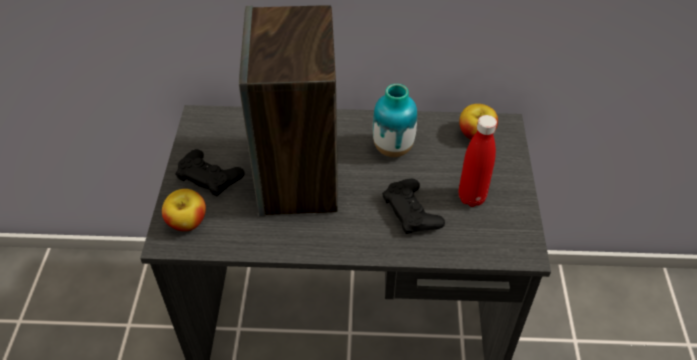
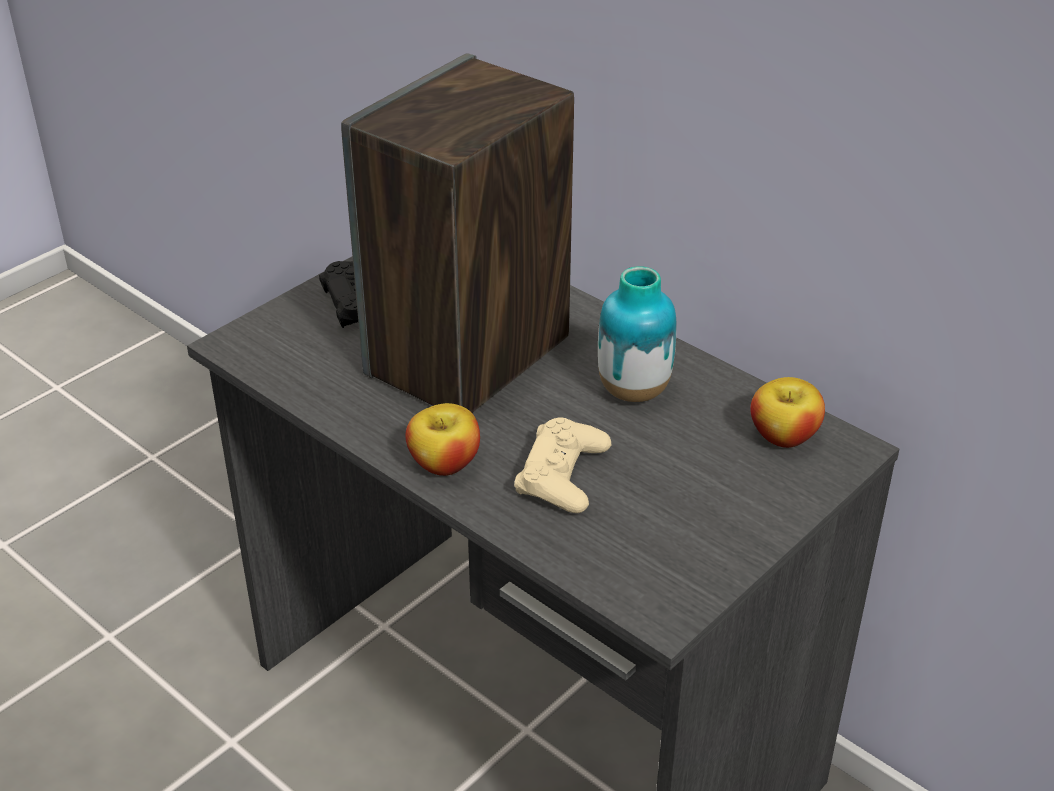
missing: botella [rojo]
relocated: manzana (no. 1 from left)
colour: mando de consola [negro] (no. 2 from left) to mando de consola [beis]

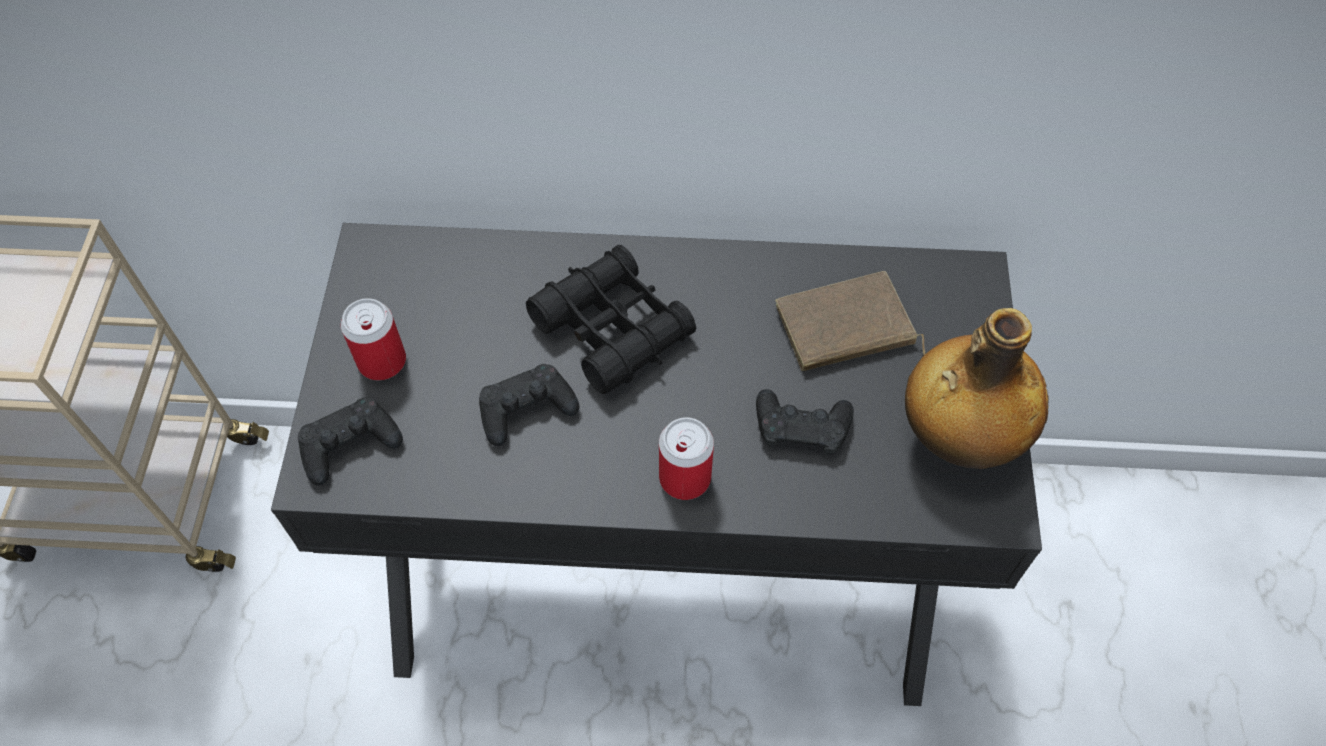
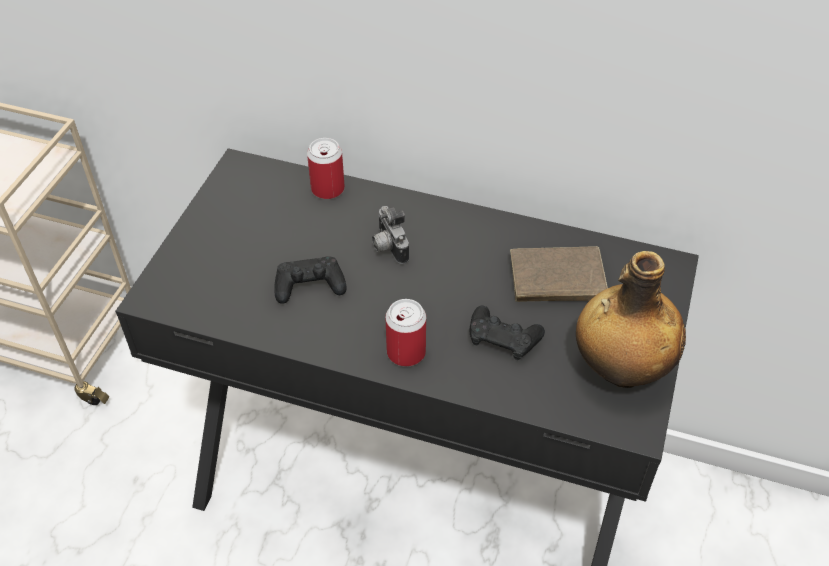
missing: mando de consola [negro] (no. 1 from left)
relocated: lata (no. 1 from left)
exchanged: prismáticos [negro] to cámara

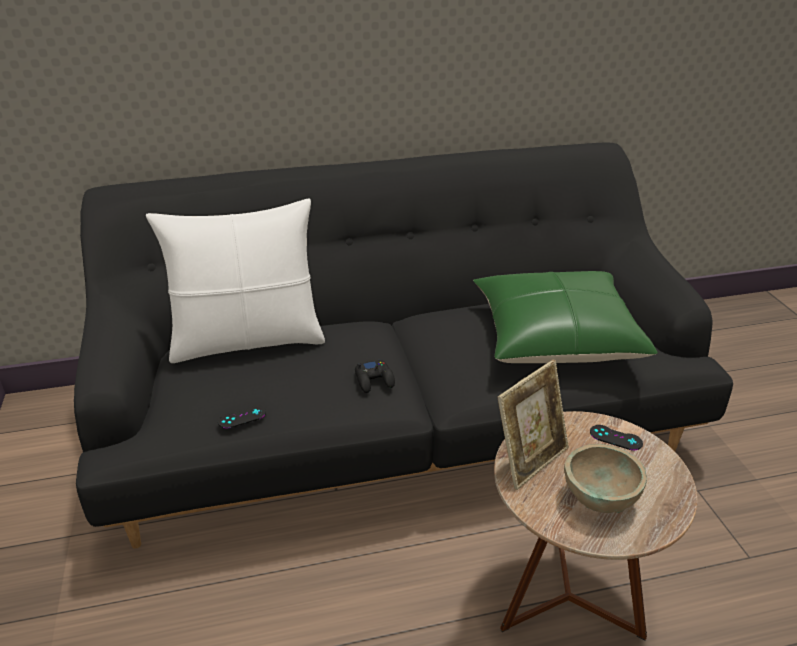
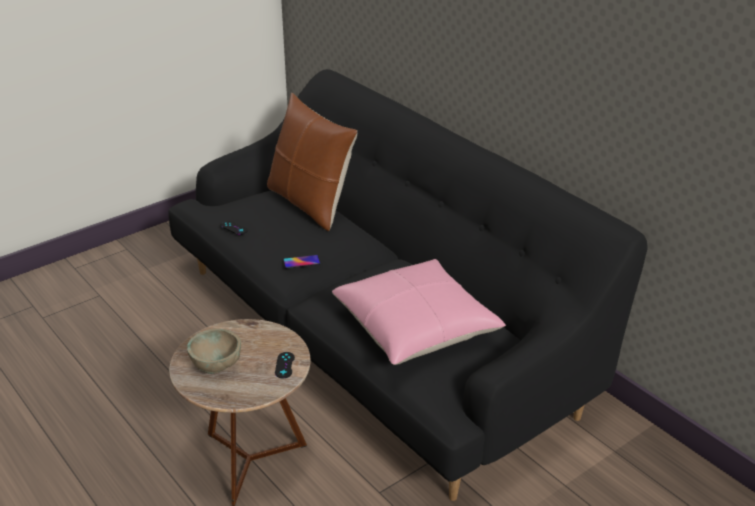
missing: portarretratos
exchanged: mando de consola [negro] (no. 2 from left) to móvil
colour: cojín [blanco] to cojín [marrón]; cojín [verde] to cojín [rosa]

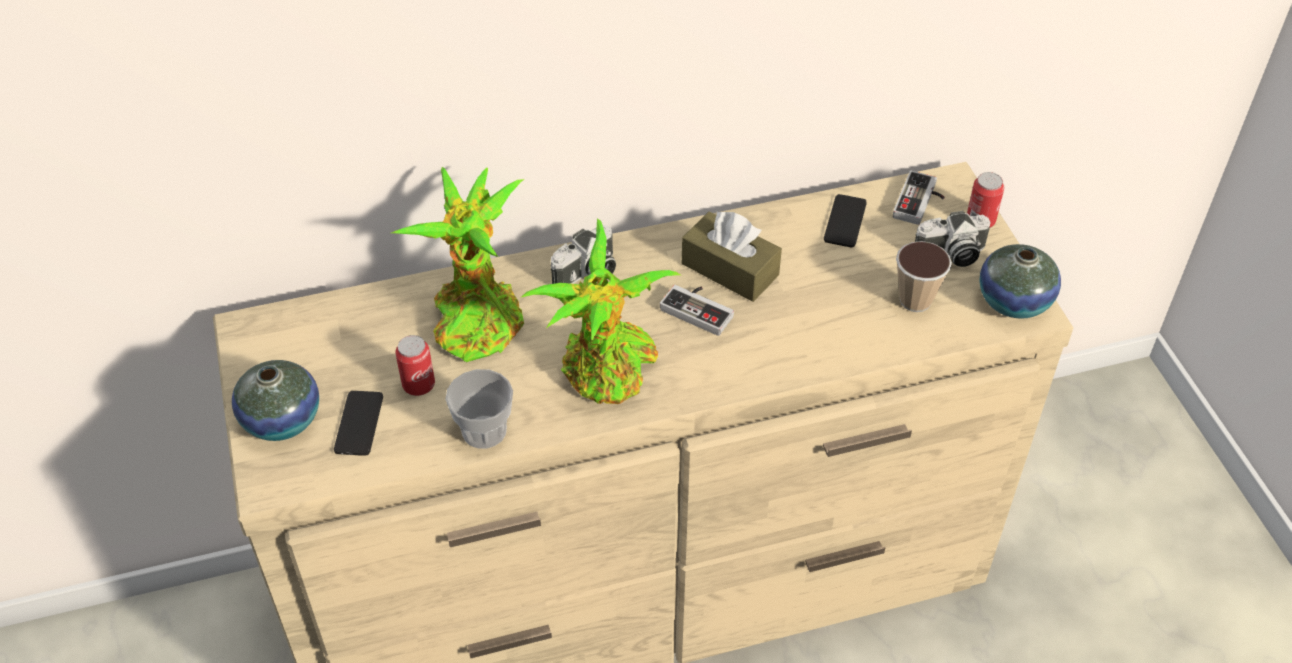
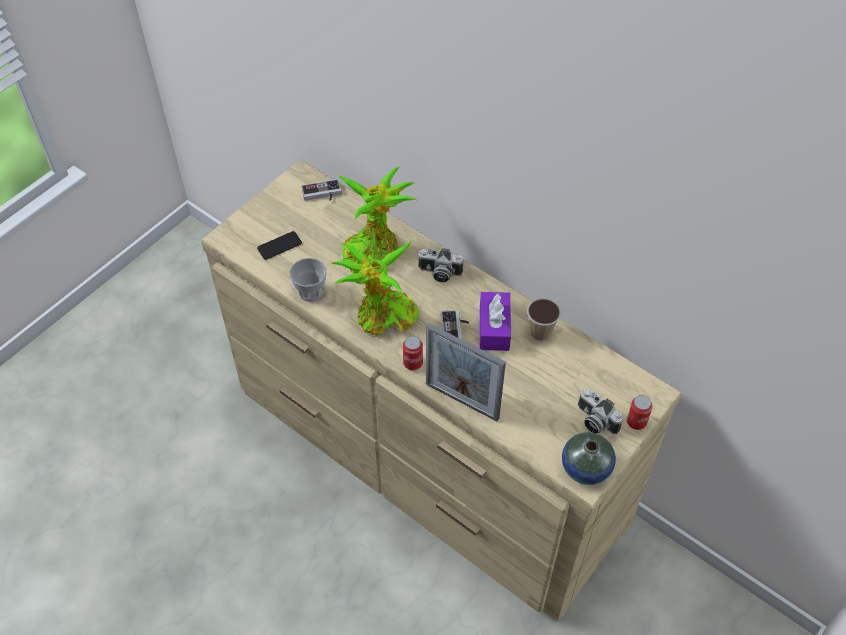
missing: florero (no. 1 from left); móvil (no. 2 from left)
appeared: portarretratos
relocated: lata (no. 1 from left); mando de consola (no. 2 from left in the first image) to mando de consola (no. 1 from left); taza (no. 2 from left)
colour: caja de pañuelos [marrón] to caja de pañuelos [morado]

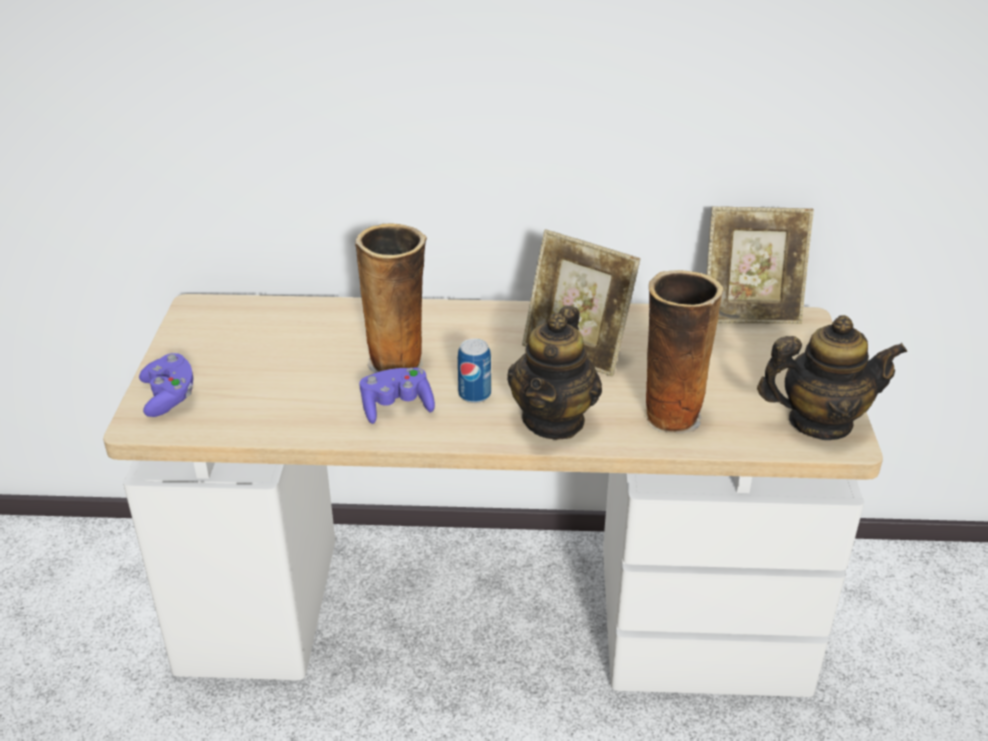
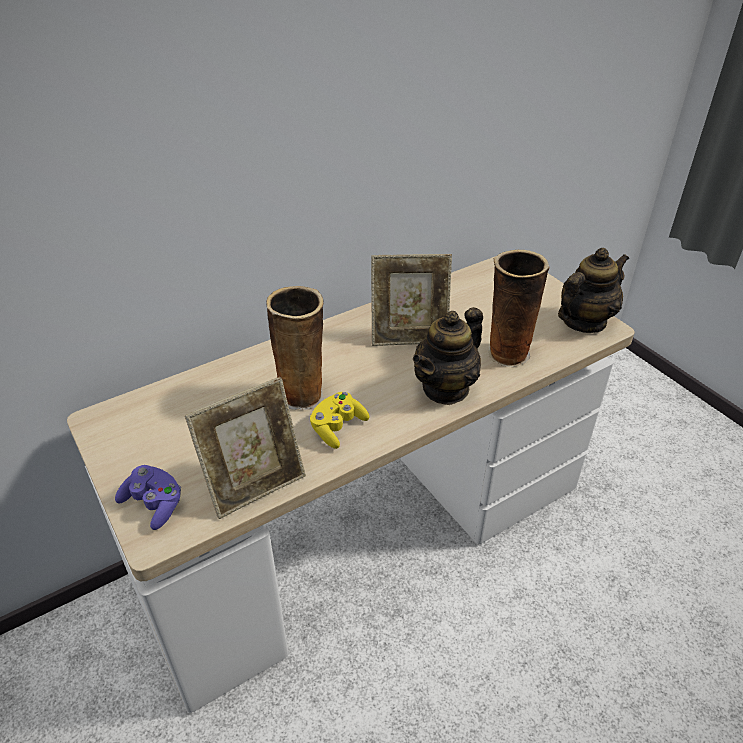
missing: lata
relocated: portarretratos (no. 2 from left in the first image) to portarretratos (no. 1 from left)
colour: mando de consola [morado] (no. 2 from left) to mando de consola [amarillo]
spun: tetera (no. 1 from left) 60 degrees clockwise

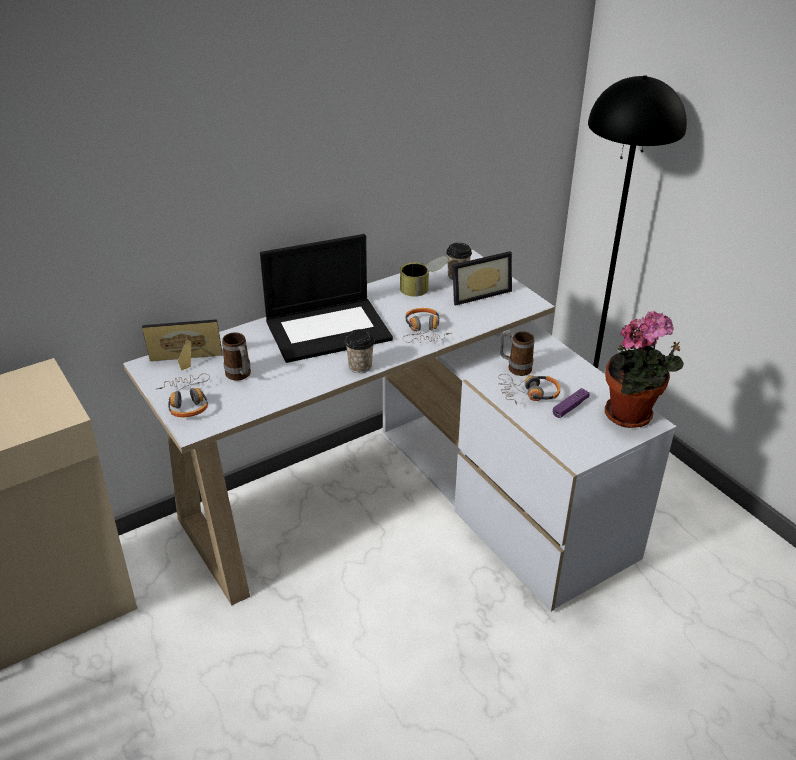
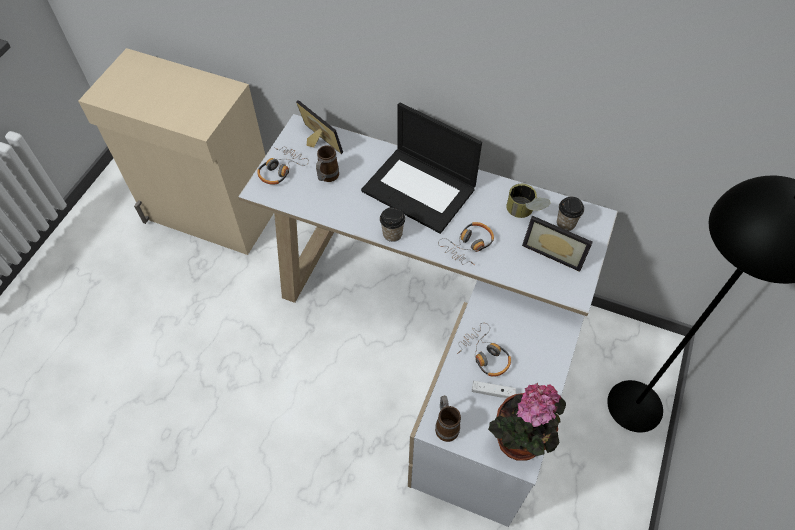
relocated: taza grande (no. 2 from left)
colour: mando de consola [morado] to mando de consola [blanco]

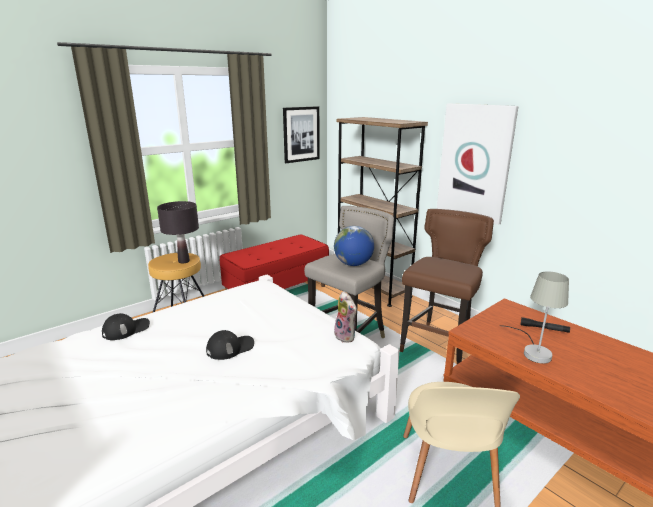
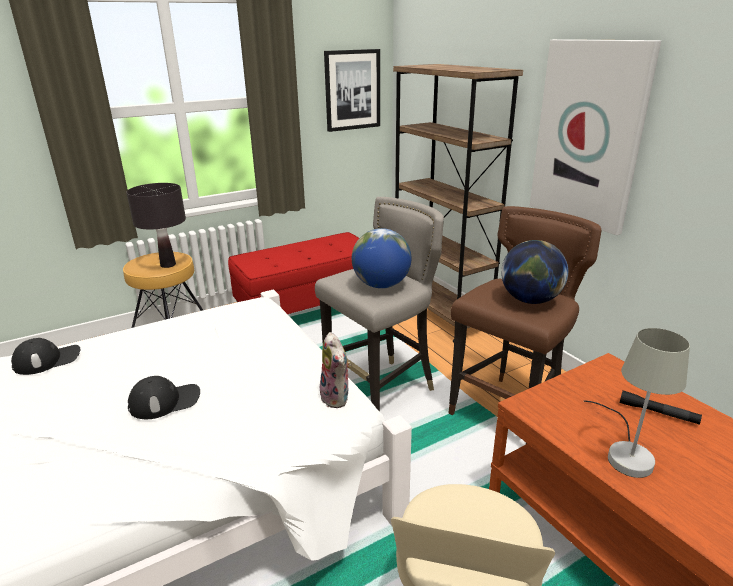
appeared: globo terráqueo (no. 2 from left)

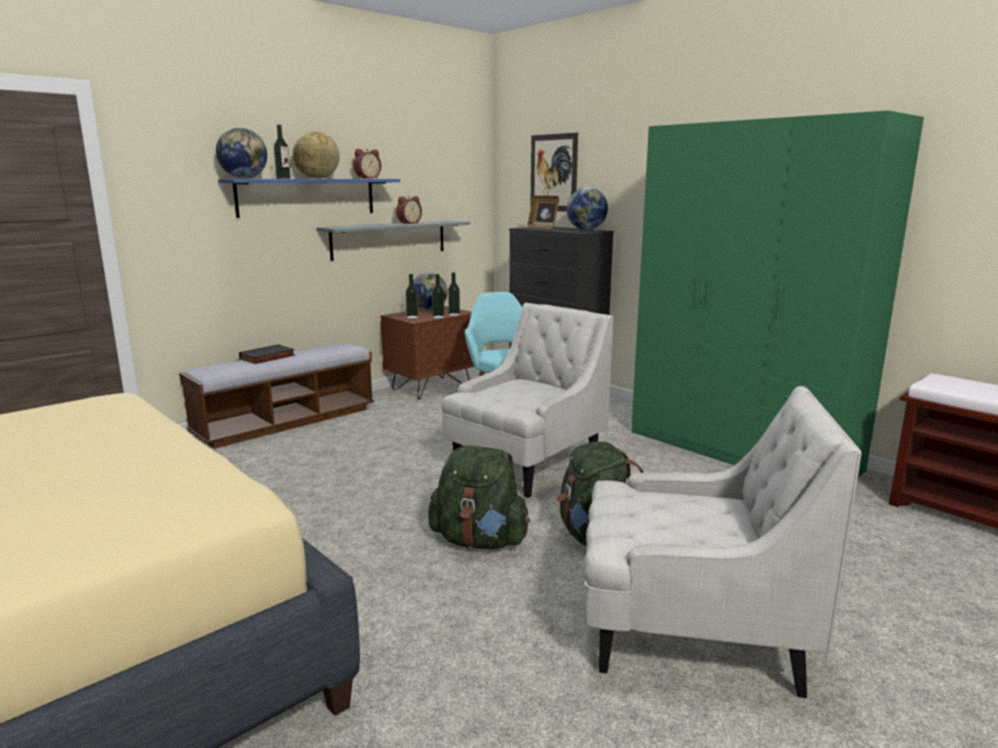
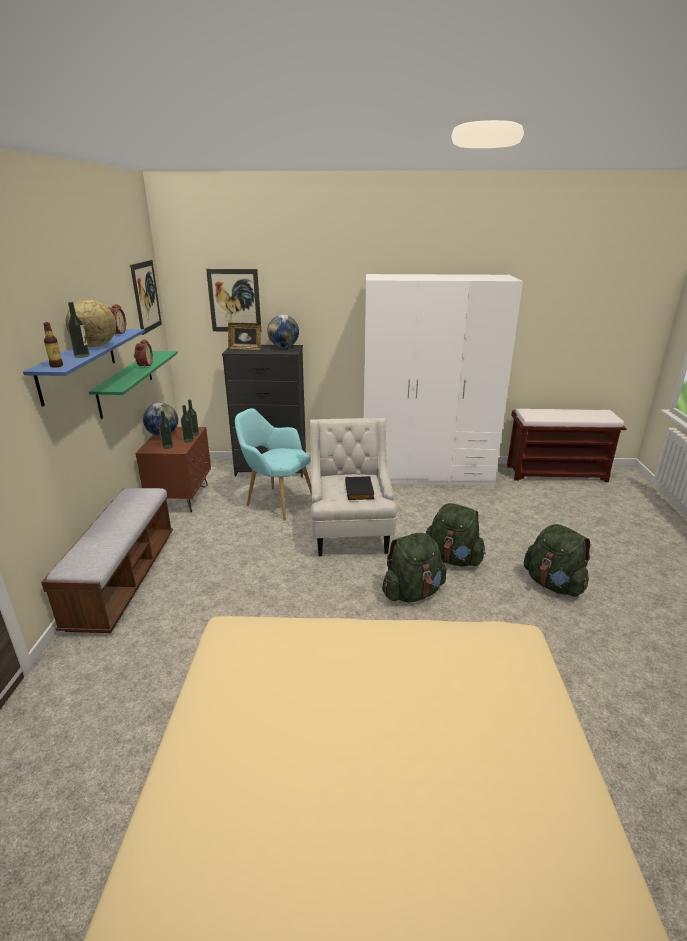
appeared: cuadro (no. 1 from left)
relocated: libro [negro]
exchanged: globo terráqueo (no. 1 from left) to botella (no. 1 from left); sillón [blanco] (no. 2 from left) to mochila [verde] (no. 3 from left)
colour: estante [gris] to estante [verde]; armario ropero [verde] to armario ropero [blanco]

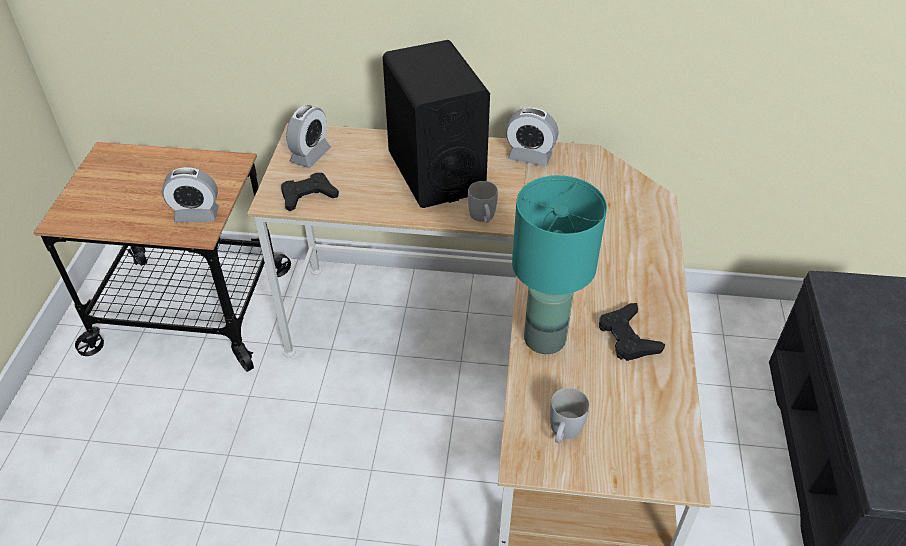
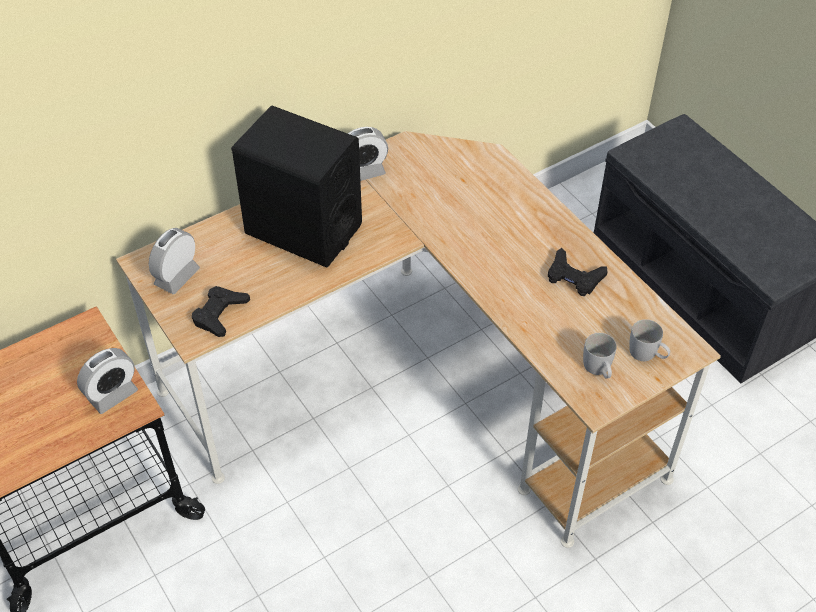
missing: lámpara de mesa [turquesa]
relocated: taza grande [blanco] (no. 1 from left in the first image) to taza grande [blanco] (no. 2 from left)
spun: despertador (no. 2 from left) 135 degrees counterclockwise

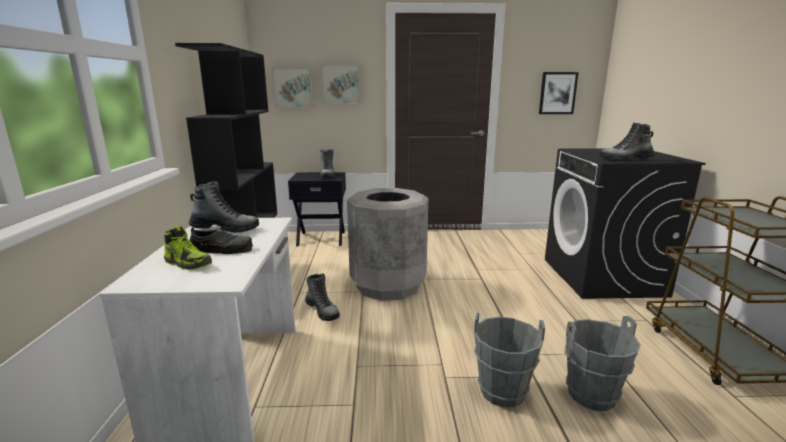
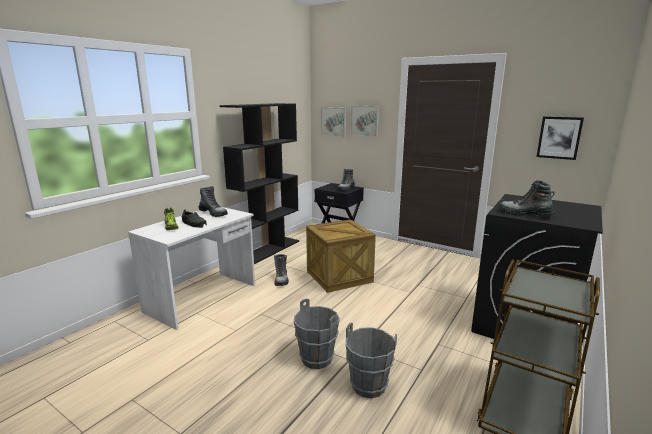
exchanged: papelera [gris] to caja de embalaje

